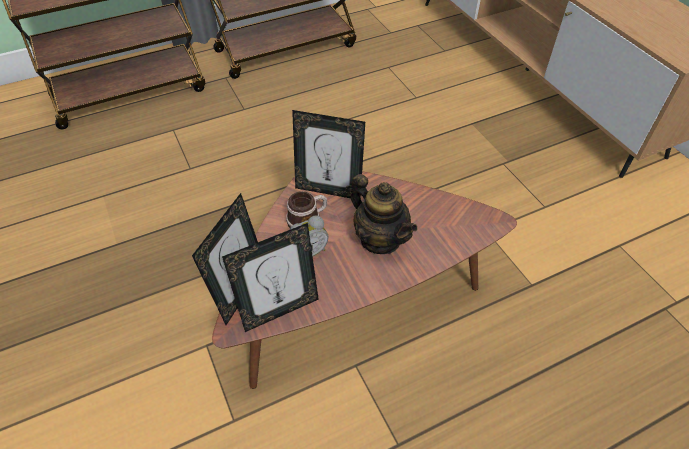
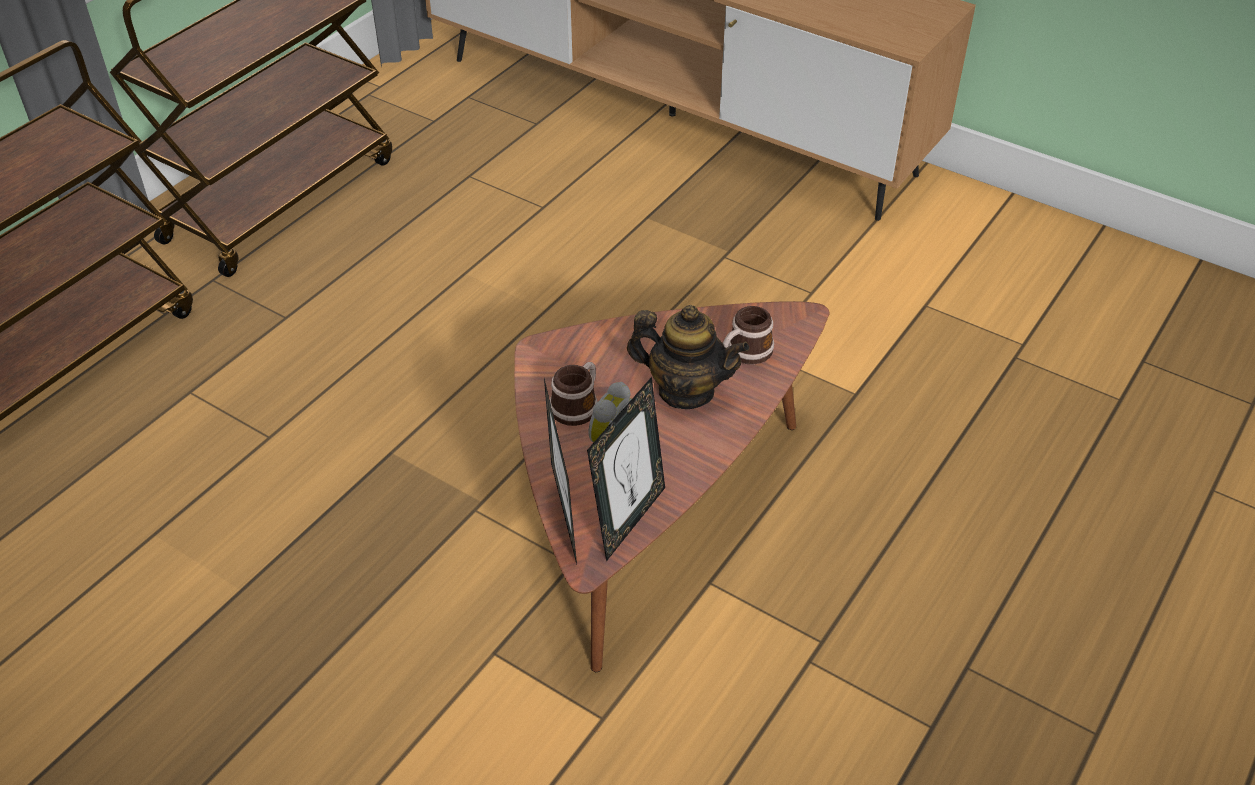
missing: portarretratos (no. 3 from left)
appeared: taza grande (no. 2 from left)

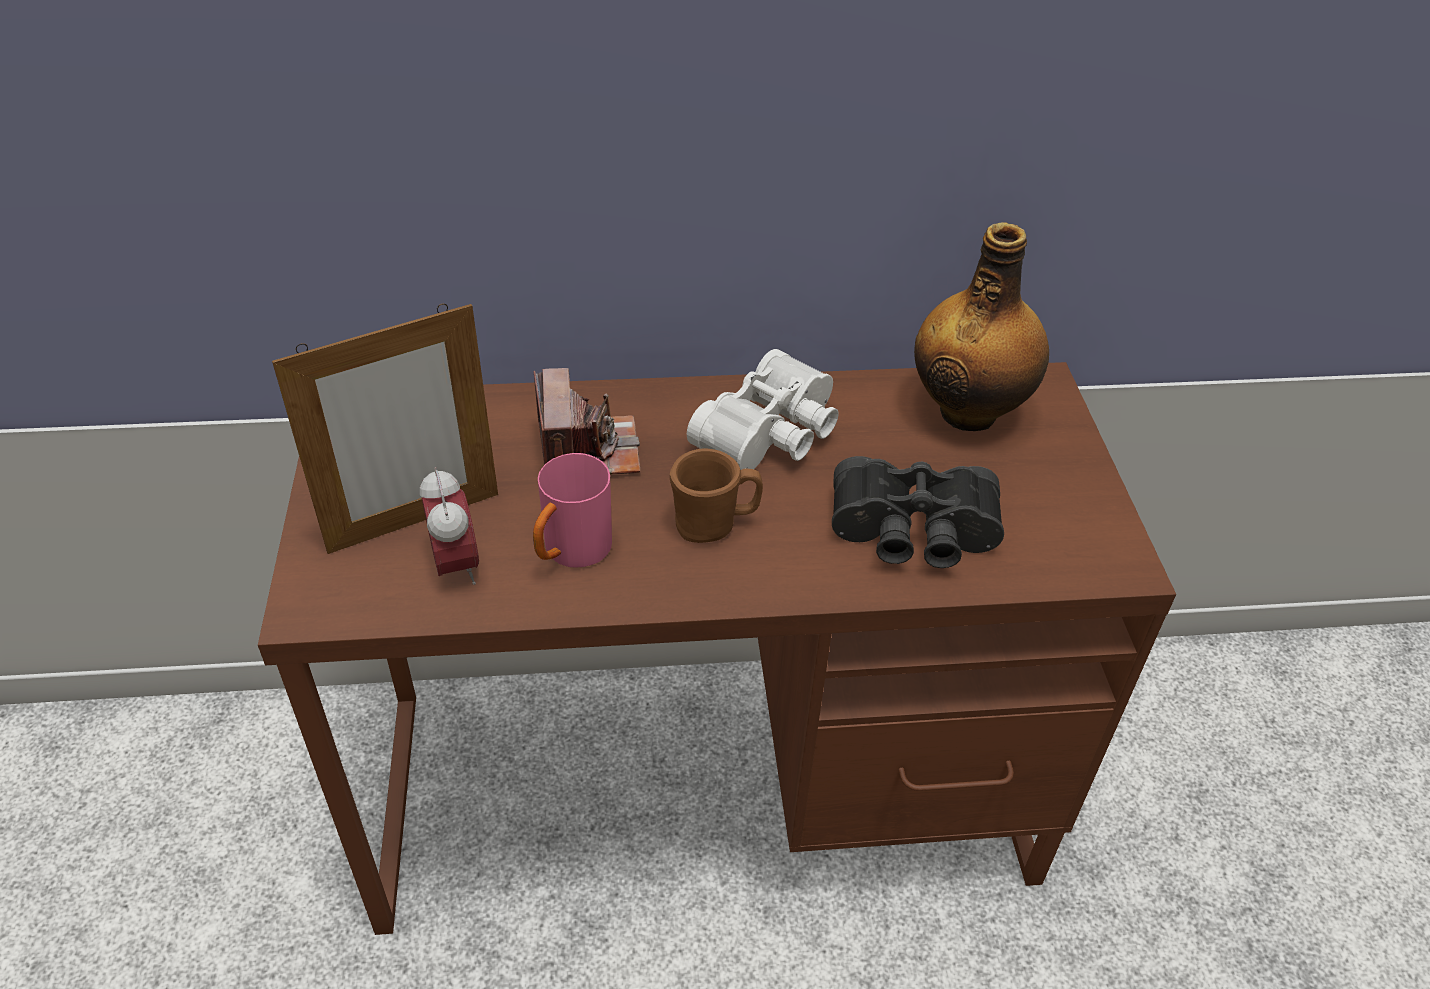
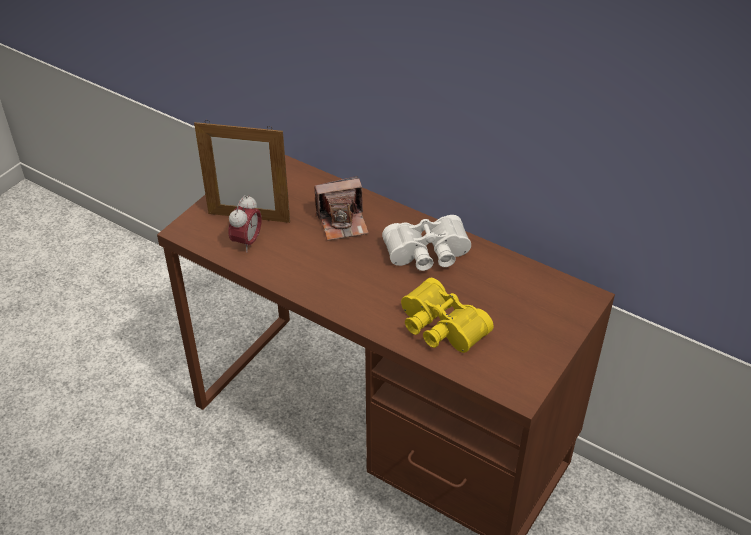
missing: taza grande [rosa]; taza grande [marrón]; botella
colour: prismáticos [negro] to prismáticos [amarillo]
spun: cámara 45 degrees clockwise

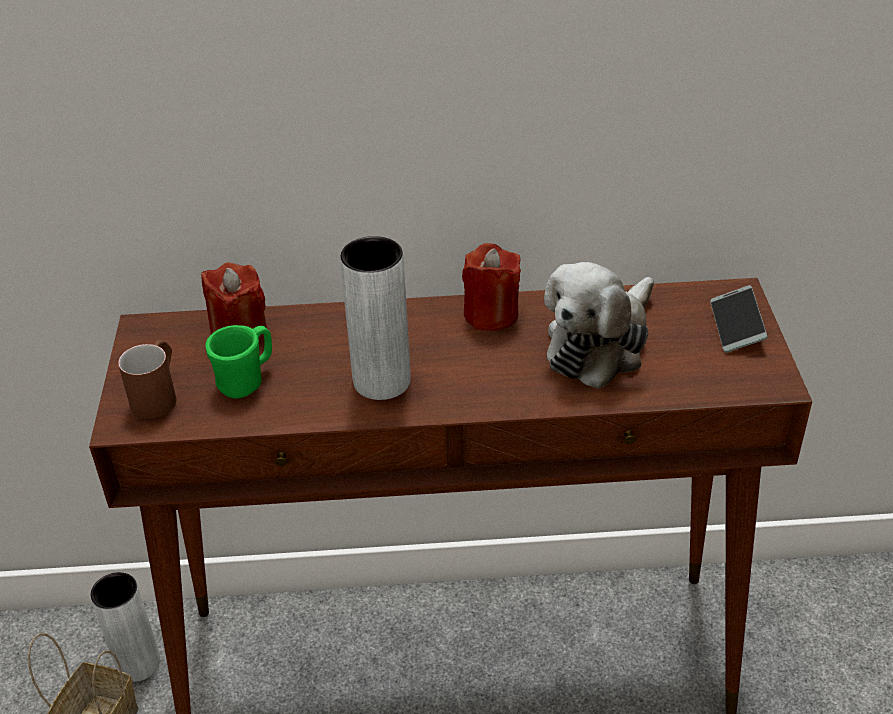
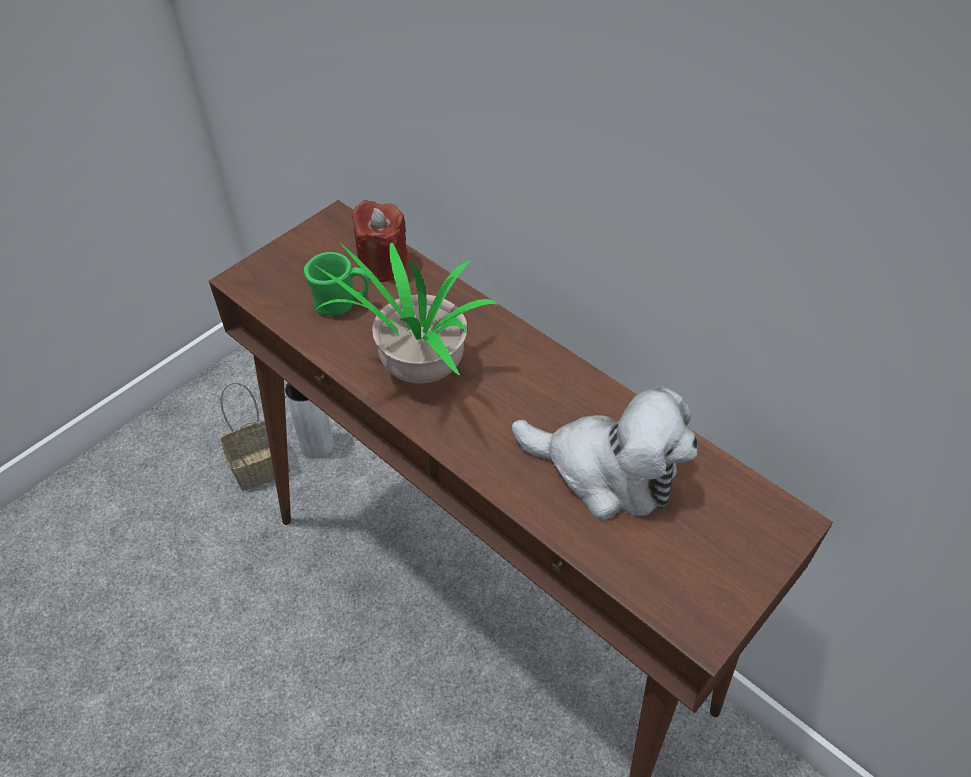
missing: taza grande [marrón]; vela [rojo] (no. 2 from left); móvil
exchanged: florero [gris] (no. 2 from left) to planta en maceta
spun: peluche 150 degrees counterclockwise

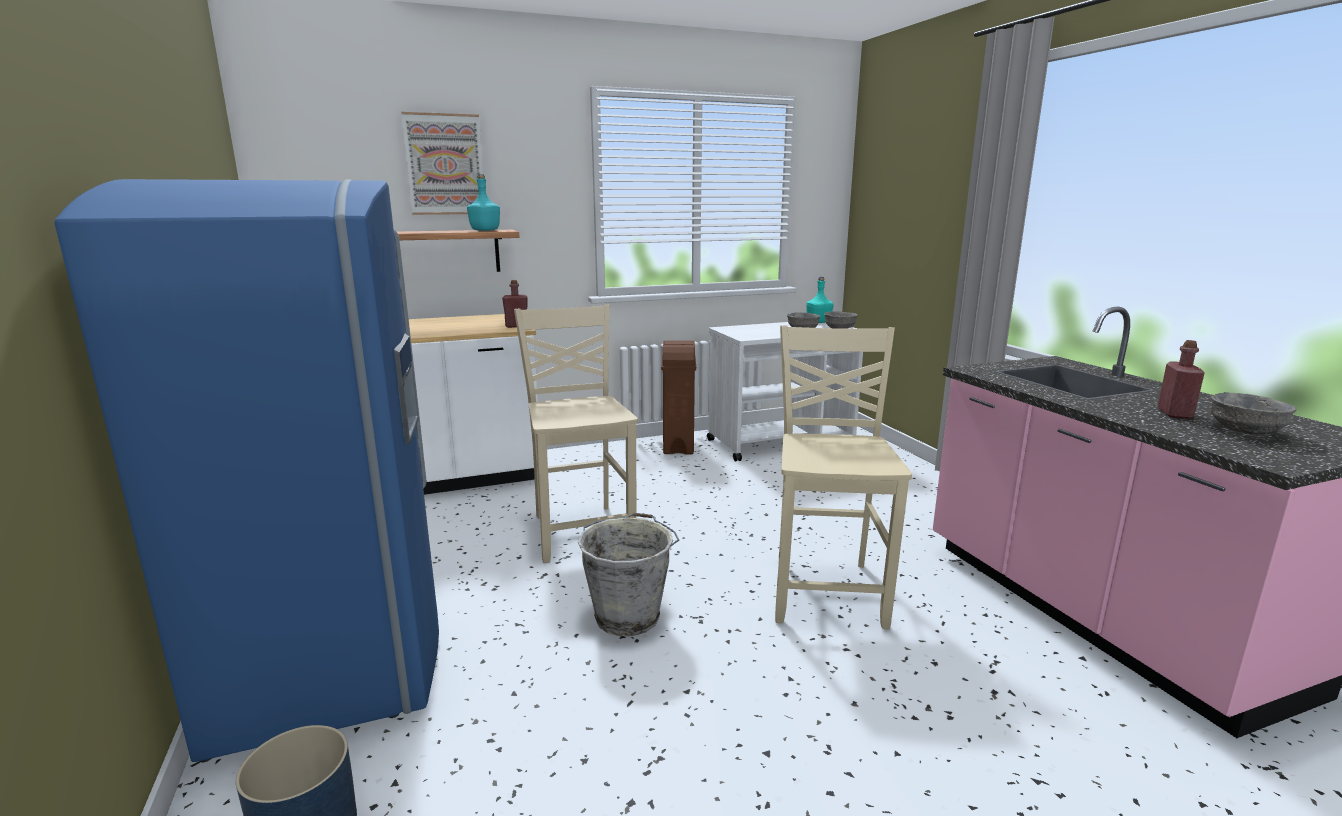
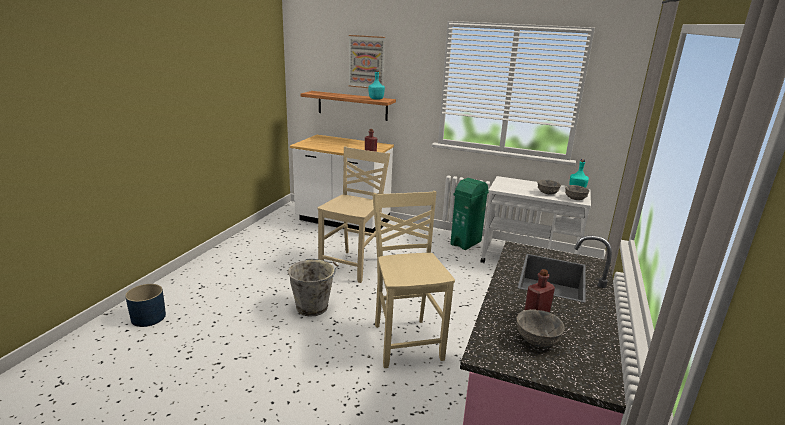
missing: nevera [azul]
colour: papelera [marrón] to papelera [verde]
spun: silla [beis] (no. 2 from left) 60 degrees counterclockwise

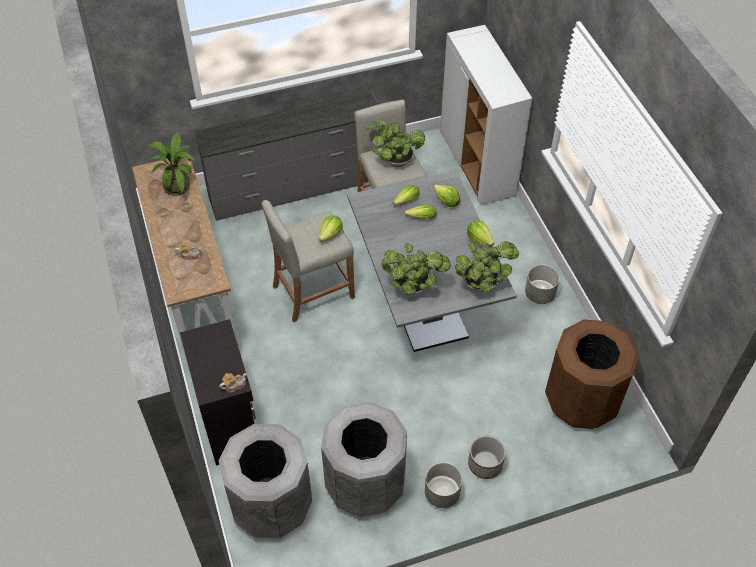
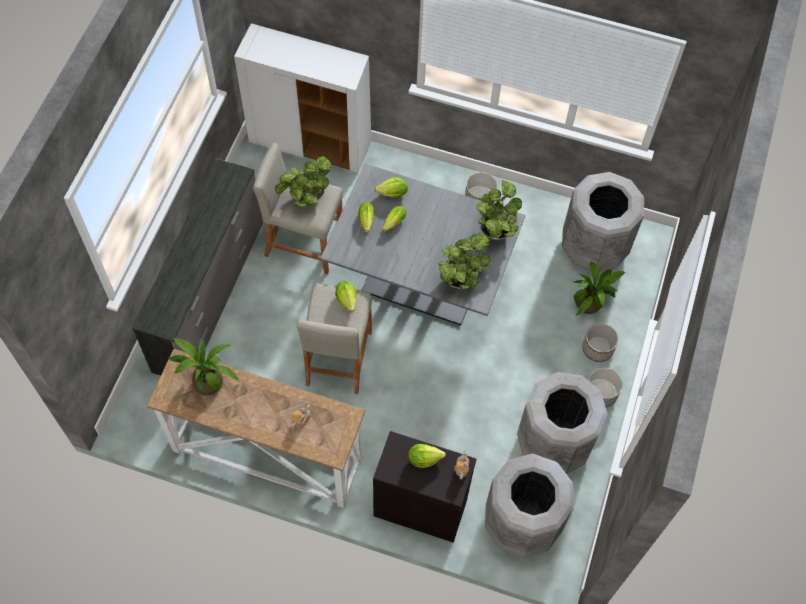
appeared: planta en maceta (no. 5 from left)
relocated: lechuga (no. 5 from left)
colour: papelera [marrón] to papelera [gris] (no. 3 from left)

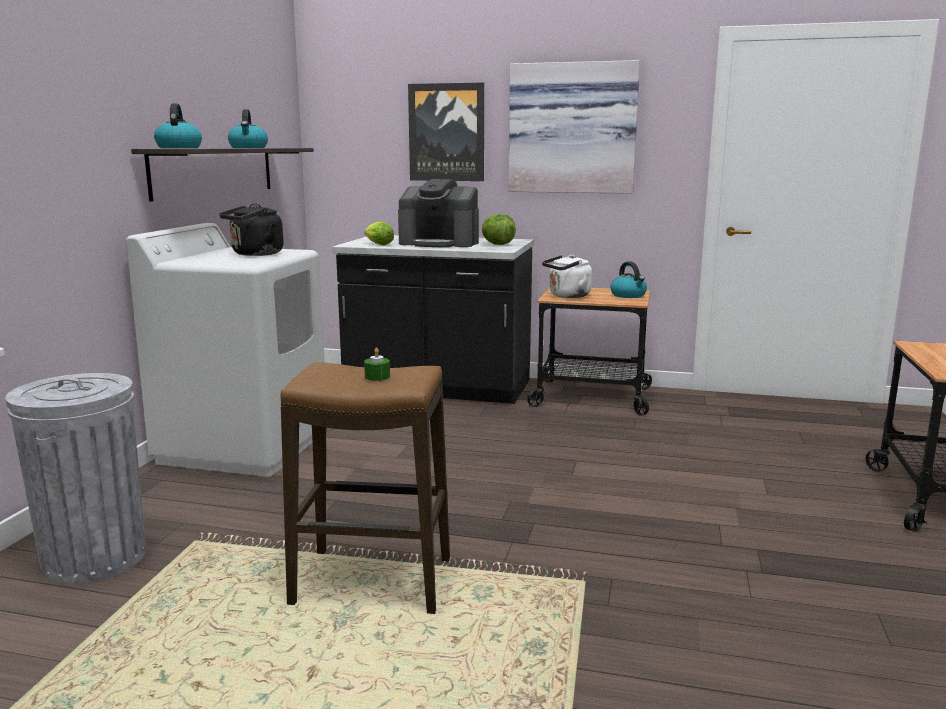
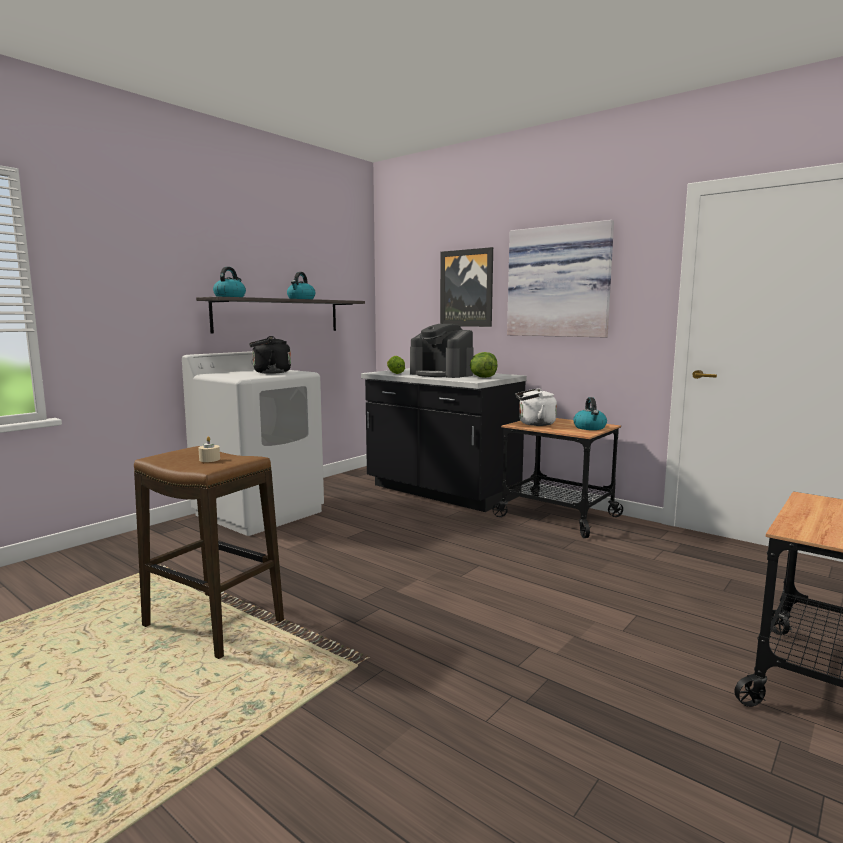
missing: papelera [gris]
colour: vela [verde] to vela [beis]

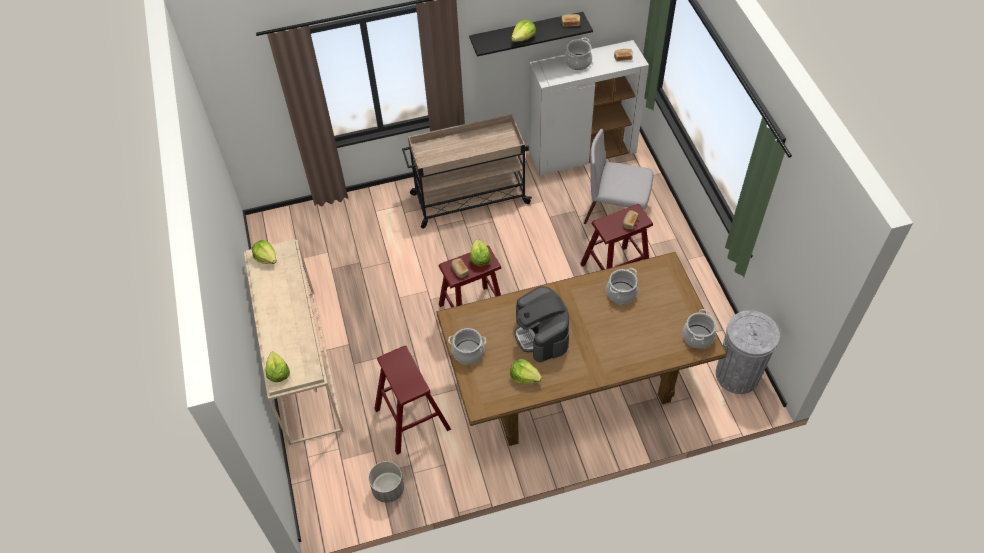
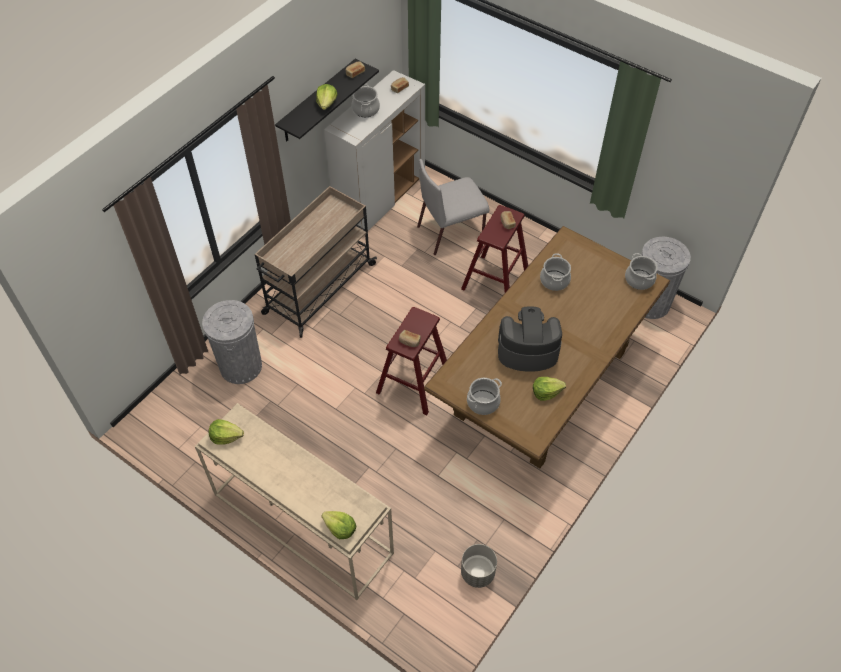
missing: taburete [rojo] (no. 1 from left); lechuga (no. 3 from left)
appeared: papelera [gris] (no. 1 from left)
spun: cafetera 150 degrees clockwise

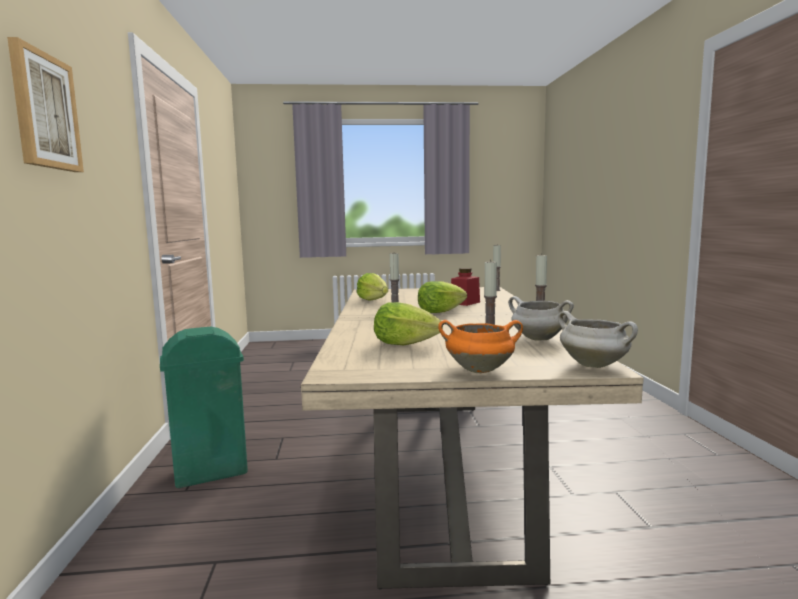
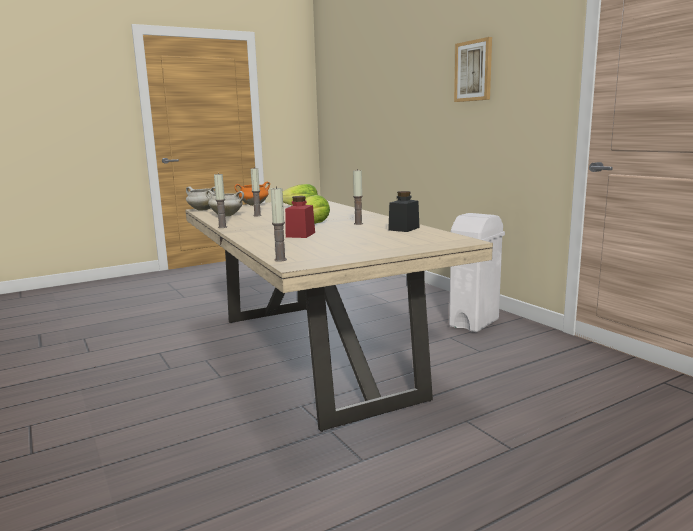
exchanged: lechuga (no. 1 from left) to tarro [negro]
colour: papelera [verde] to papelera [blanco]

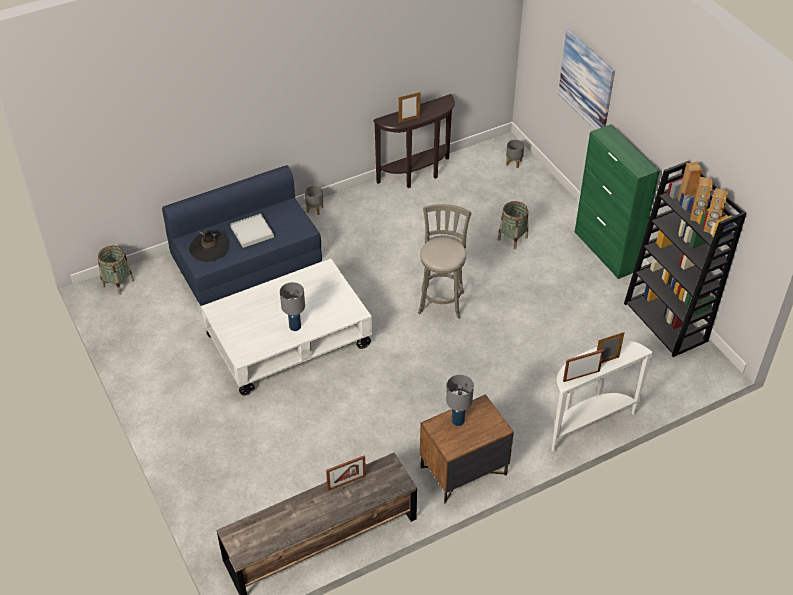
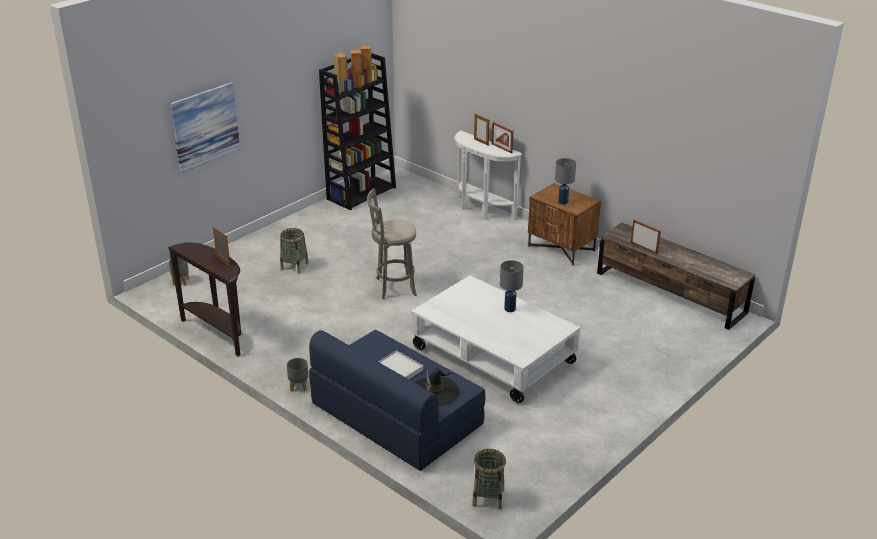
missing: armario [verde]

